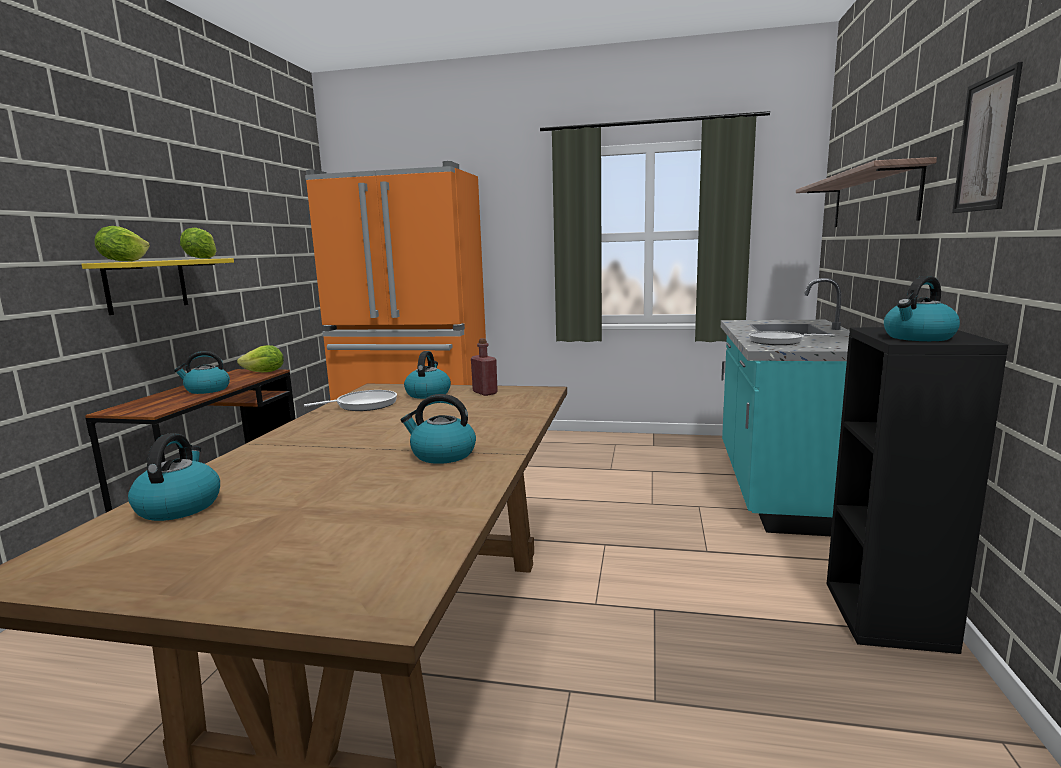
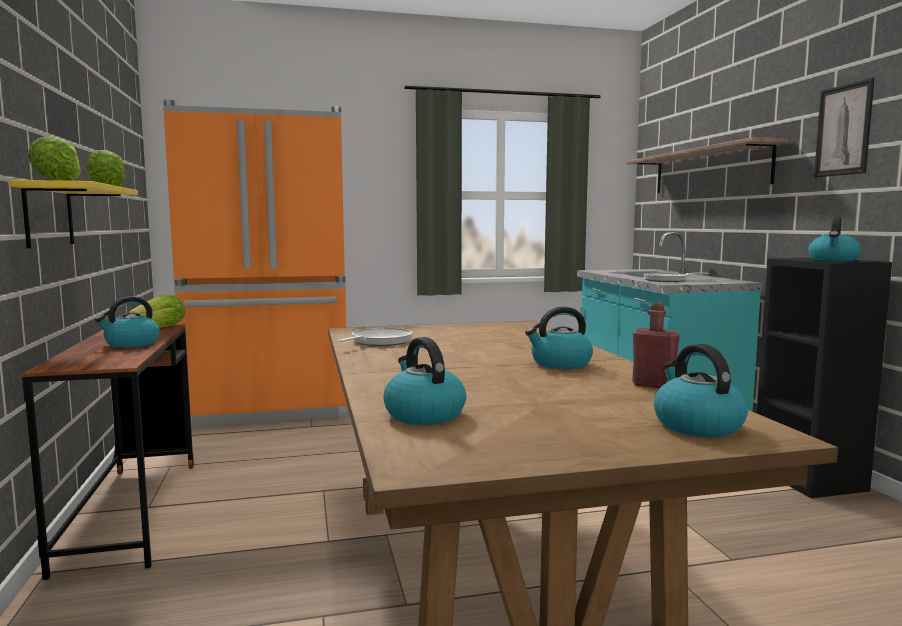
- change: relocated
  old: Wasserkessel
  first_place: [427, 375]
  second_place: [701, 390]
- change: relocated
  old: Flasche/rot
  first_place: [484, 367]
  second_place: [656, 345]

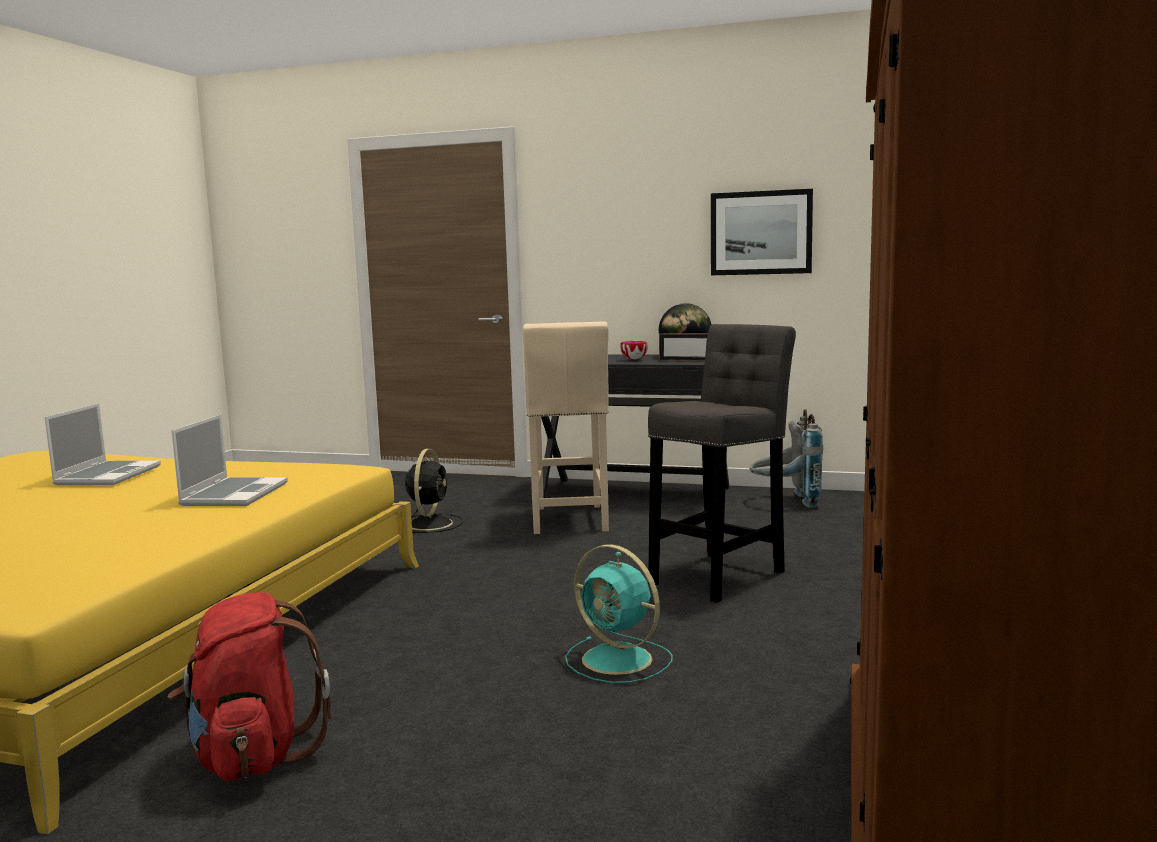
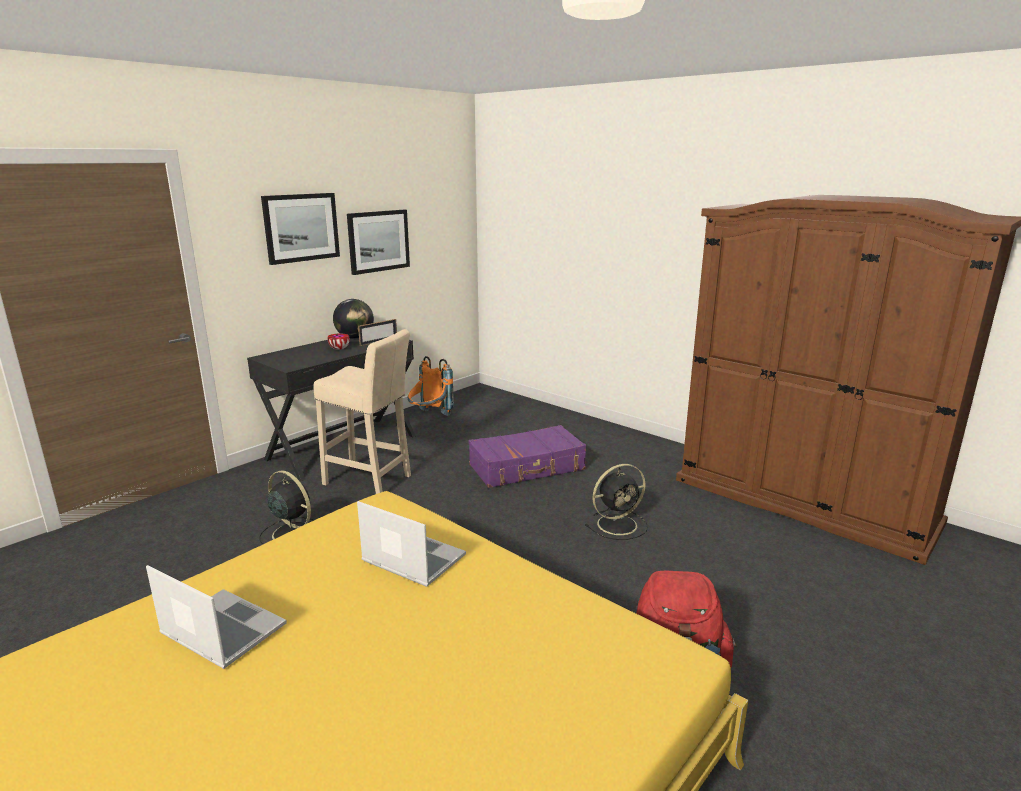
- change: colour
  old: Ventilator/türkis
  new: Ventilator/schwarz
  first_place: [619, 613]
  second_place: [616, 502]
- change: exchanged
  old: Hocker/grau
  new: Koffer/lila
  first_place: [722, 463]
  second_place: [527, 456]
- change: colour
  old: Rucksack/grau
  new: Rucksack/orange
  first_place: [786, 458]
  second_place: [431, 386]
- change: appeared
  new: Bild
  second_place: [300, 229]

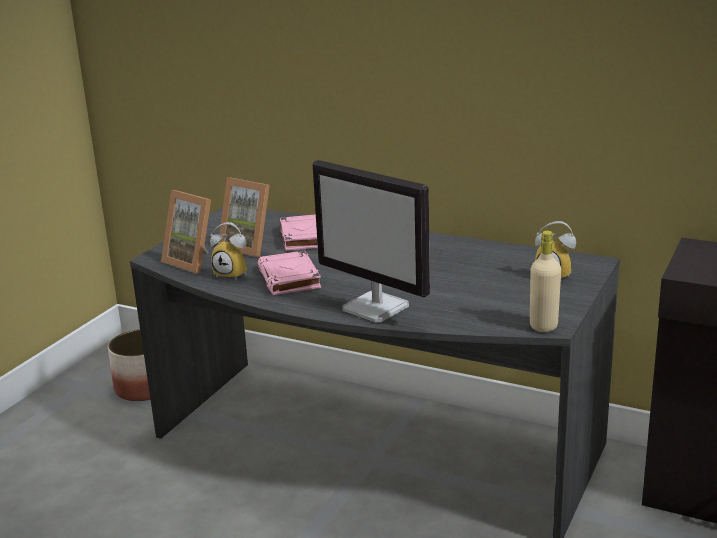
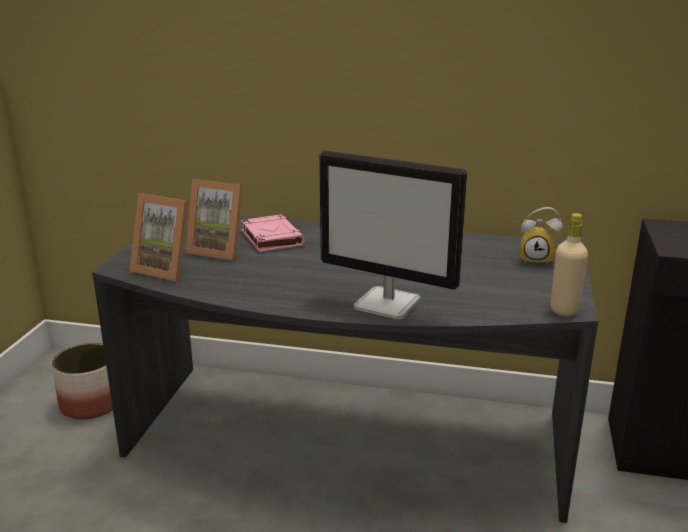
- change: missing
  old: Wecker
  first_place: [228, 251]
- change: missing
  old: Buch/rosa
  first_place: [289, 272]

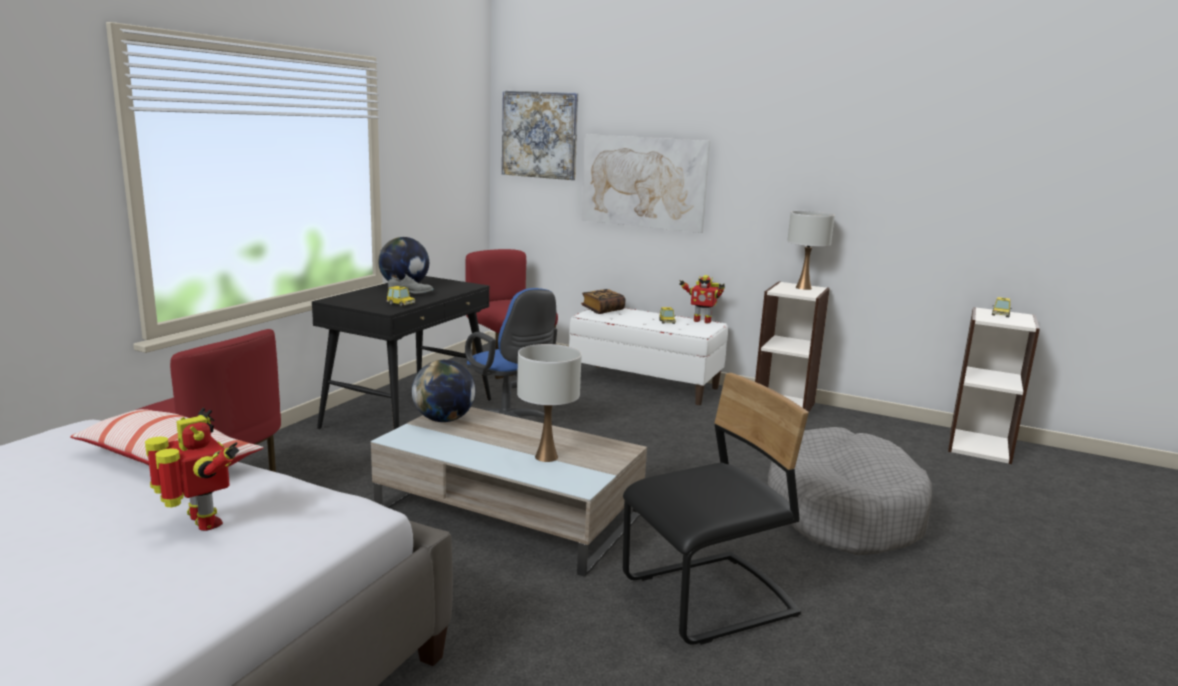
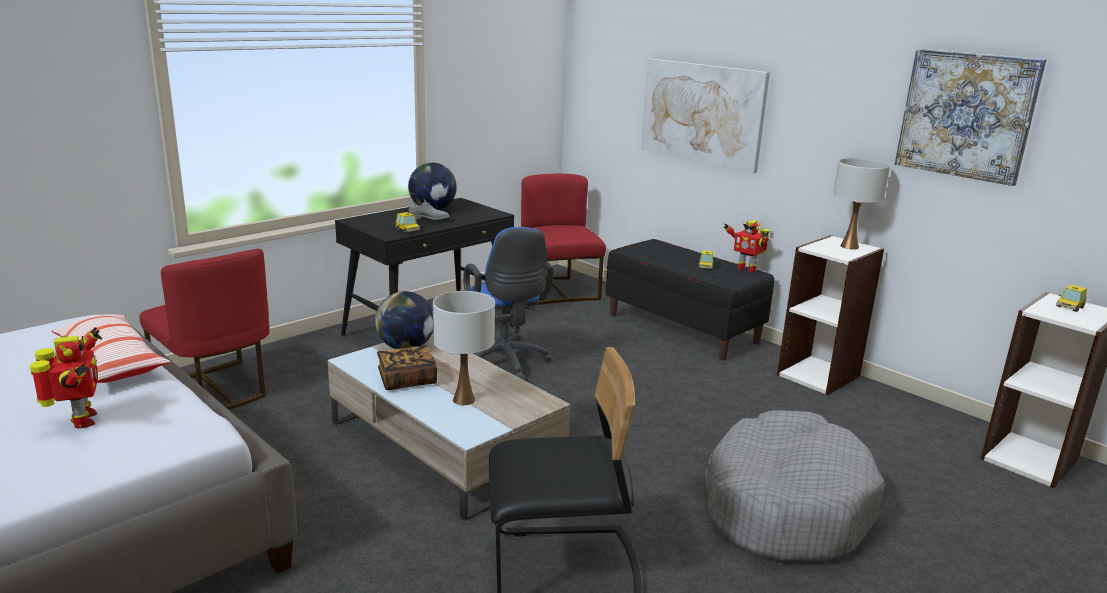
- change: relocated
  old: Bild
  first_place: [540, 135]
  second_place: [970, 117]
- change: colour
  old: Bank/weiß
  new: Bank/schwarz
  first_place: [648, 356]
  second_place: [690, 299]
- change: relocated
  old: Buch
  first_place: [603, 301]
  second_place: [407, 368]

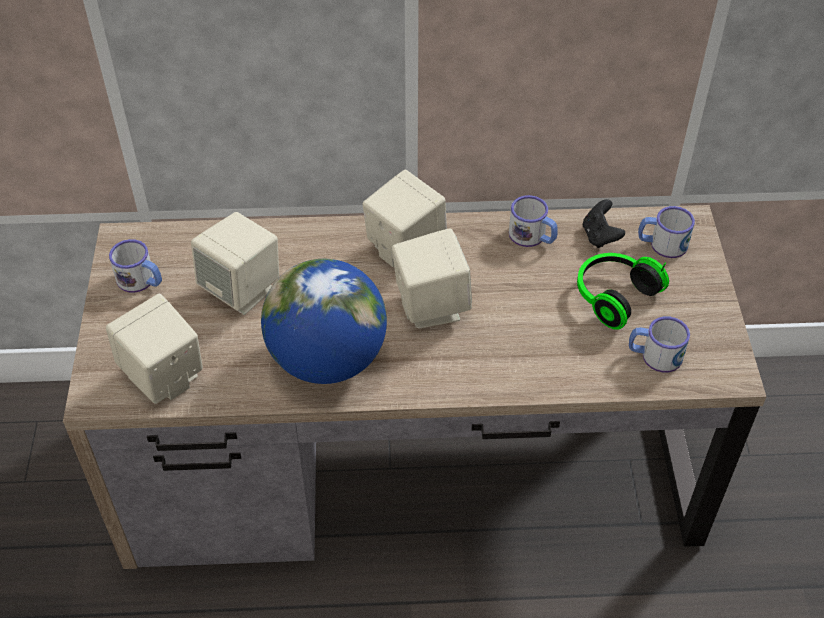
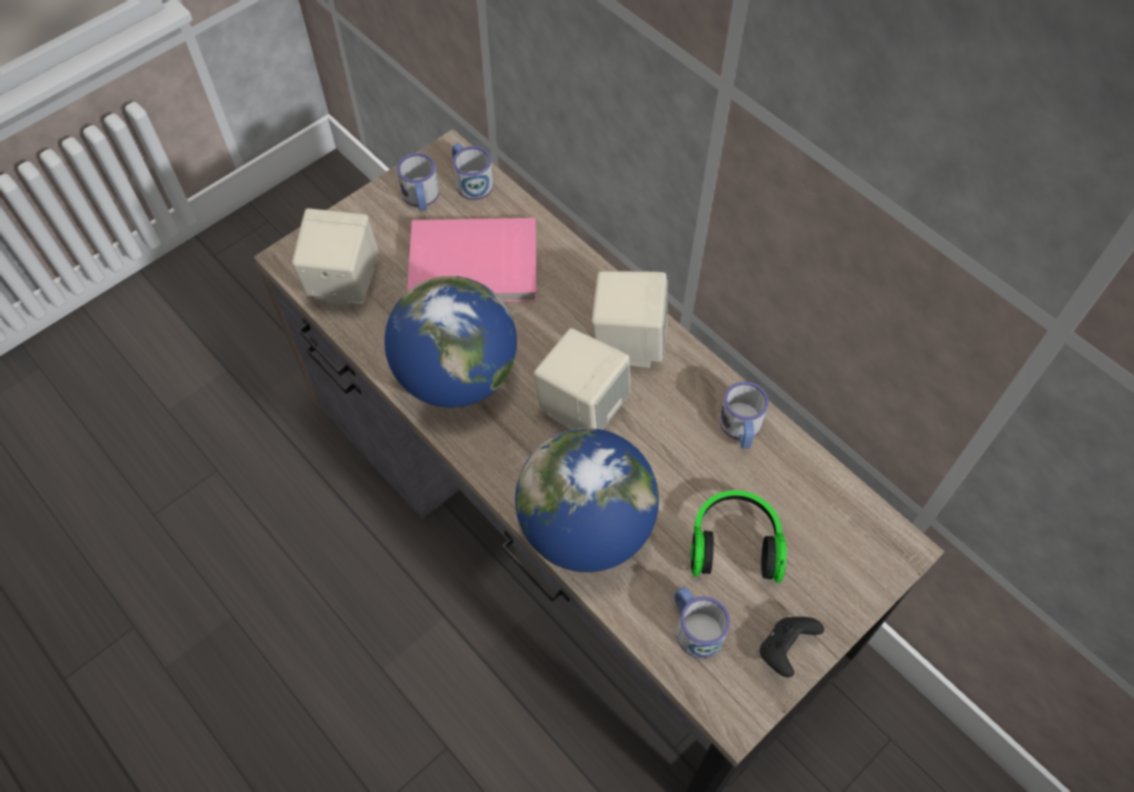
- change: exchanged
  old: Lautsprecher/beige
  new: Buch/rosa
  first_place: [235, 263]
  second_place: [472, 260]
- change: relocated
  old: Gamepad/schwarz
  first_place: [604, 223]
  second_place: [792, 647]
- change: relocated
  old: Henkelbecher
  first_place: [666, 232]
  second_place: [472, 171]
- change: appeared
  new: Globus
  second_place: [587, 500]

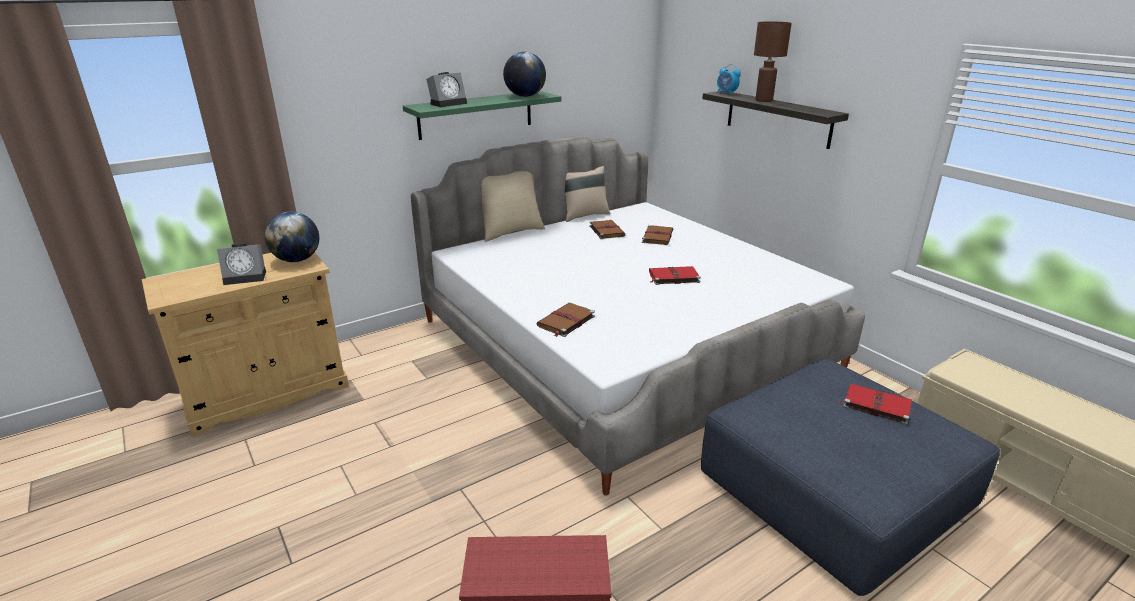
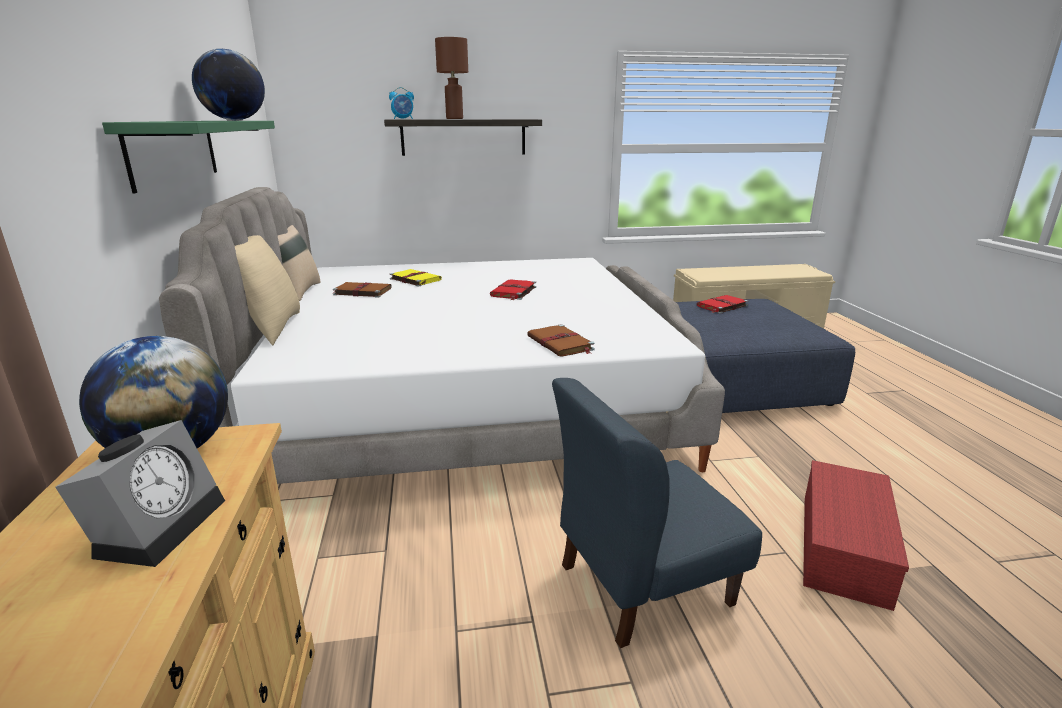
- change: missing
  old: Wecker
  first_place: [446, 89]
- change: colour
  old: Buch/braun
  new: Buch/gelb
  first_place: [657, 235]
  second_place: [416, 278]
- change: appeared
  new: Stuhl/blau
  second_place: [657, 513]

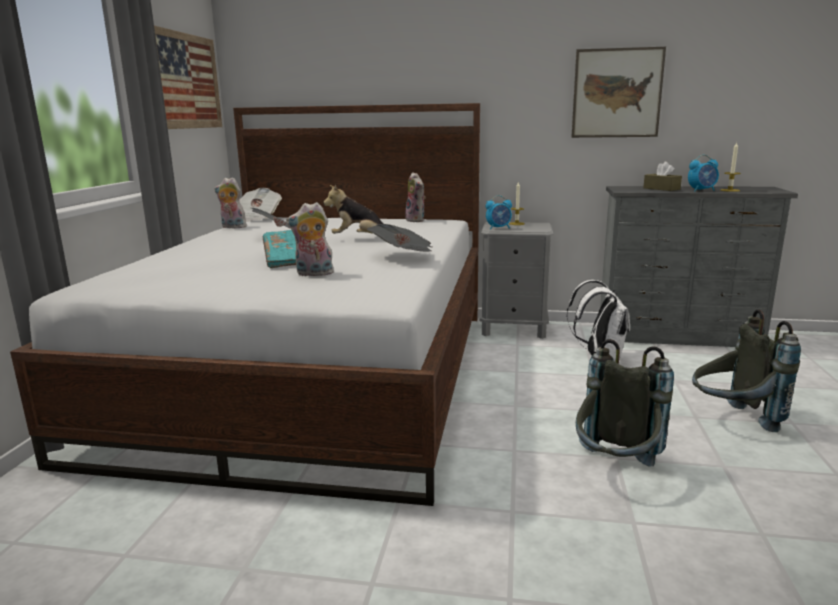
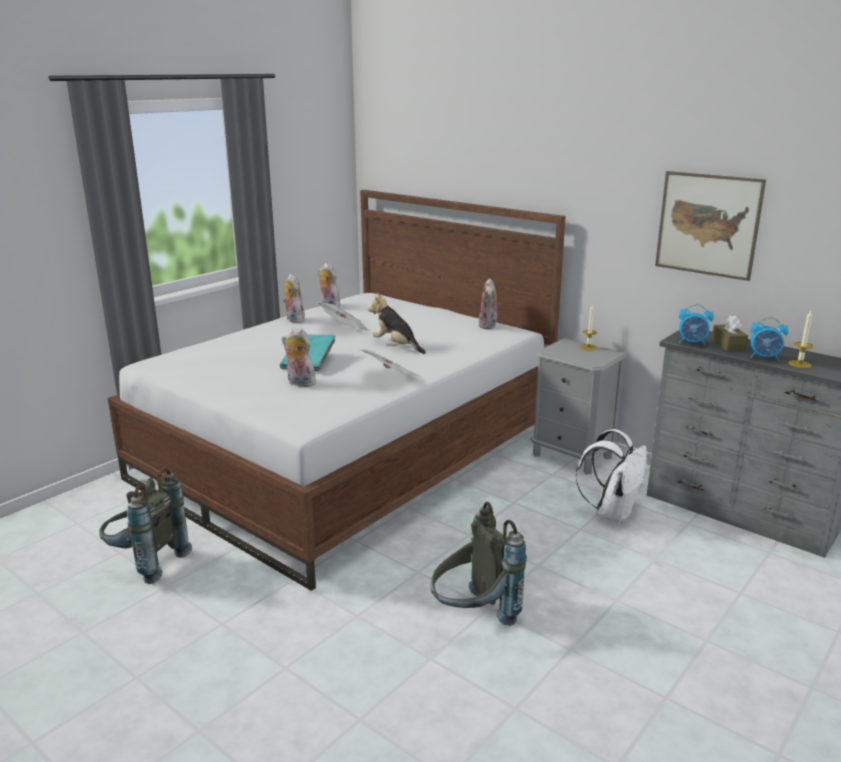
- change: missing
  old: Bild
  first_place: [188, 77]
- change: missing
  old: Zeitung
  first_place: [260, 205]
- change: relocated
  old: Wecker
  first_place: [499, 212]
  second_place: [696, 325]
- change: relocated
  old: Rucksack/grau
  first_place: [746, 371]
  second_place: [145, 526]
- change: appeared
  new: Plüschtier
  second_place: [293, 298]

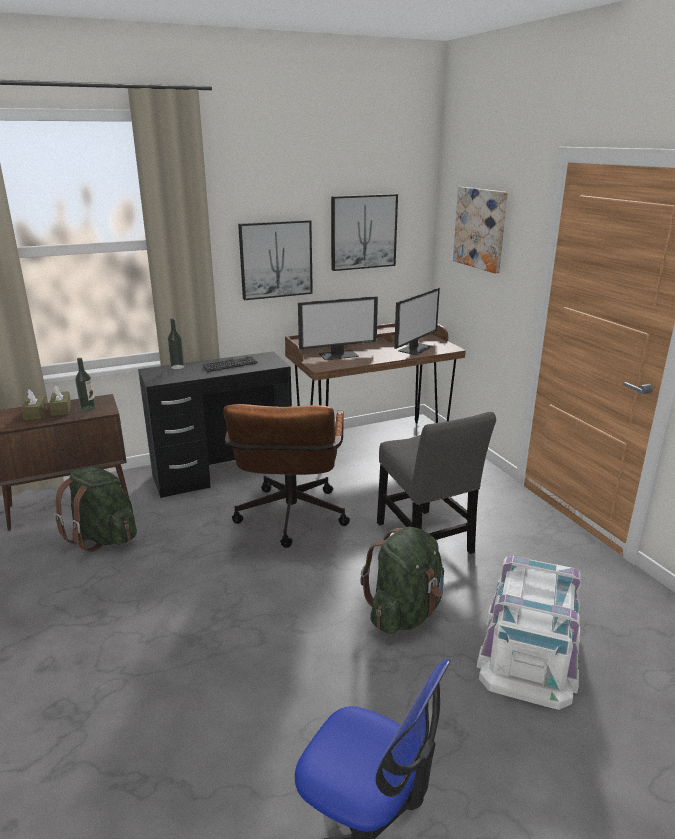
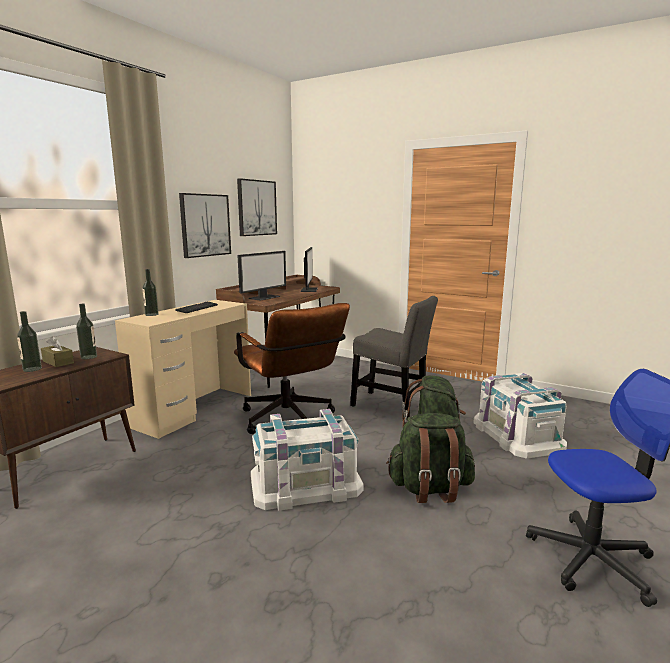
- change: exchanged
  old: Taschentuchbox/braun
  new: Flasche
  first_place: [34, 404]
  second_place: [29, 341]
- change: relocated
  old: Rucksack/grün
  first_place: [95, 509]
  second_place: [430, 458]
- change: colour
  old: Schreibtisch/schwarz
  new: Schreibtisch/beige
  first_place: [215, 424]
  second_place: [183, 369]
- change: missing
  old: Bild
  first_place: [480, 230]
- change: appeared
  new: Aufbewahrungsbox/weiß
  second_place: [307, 460]

